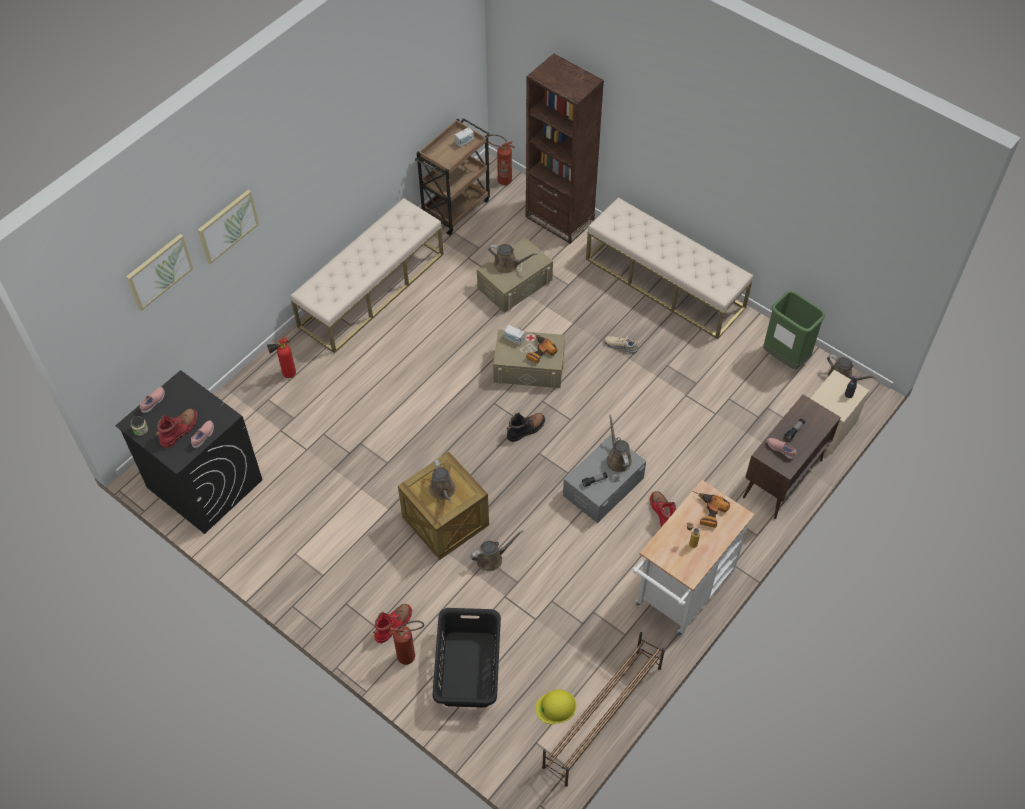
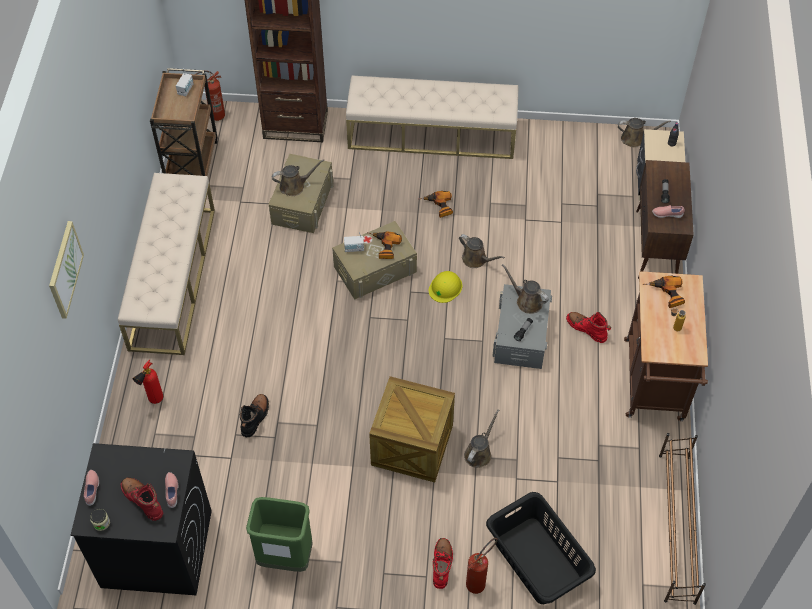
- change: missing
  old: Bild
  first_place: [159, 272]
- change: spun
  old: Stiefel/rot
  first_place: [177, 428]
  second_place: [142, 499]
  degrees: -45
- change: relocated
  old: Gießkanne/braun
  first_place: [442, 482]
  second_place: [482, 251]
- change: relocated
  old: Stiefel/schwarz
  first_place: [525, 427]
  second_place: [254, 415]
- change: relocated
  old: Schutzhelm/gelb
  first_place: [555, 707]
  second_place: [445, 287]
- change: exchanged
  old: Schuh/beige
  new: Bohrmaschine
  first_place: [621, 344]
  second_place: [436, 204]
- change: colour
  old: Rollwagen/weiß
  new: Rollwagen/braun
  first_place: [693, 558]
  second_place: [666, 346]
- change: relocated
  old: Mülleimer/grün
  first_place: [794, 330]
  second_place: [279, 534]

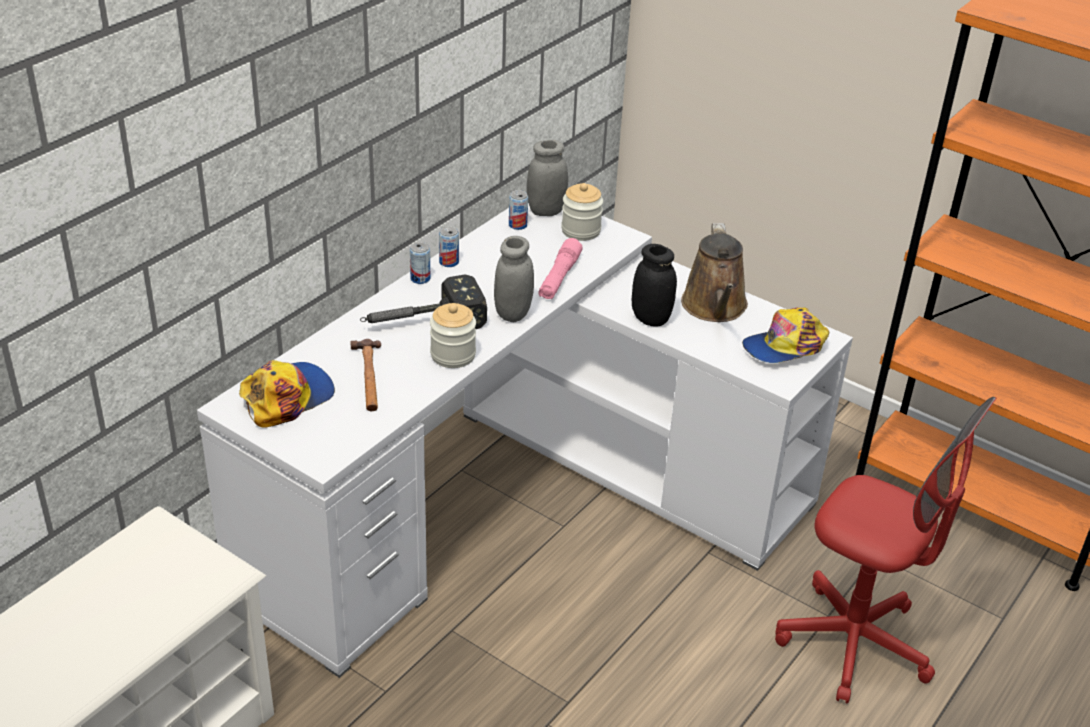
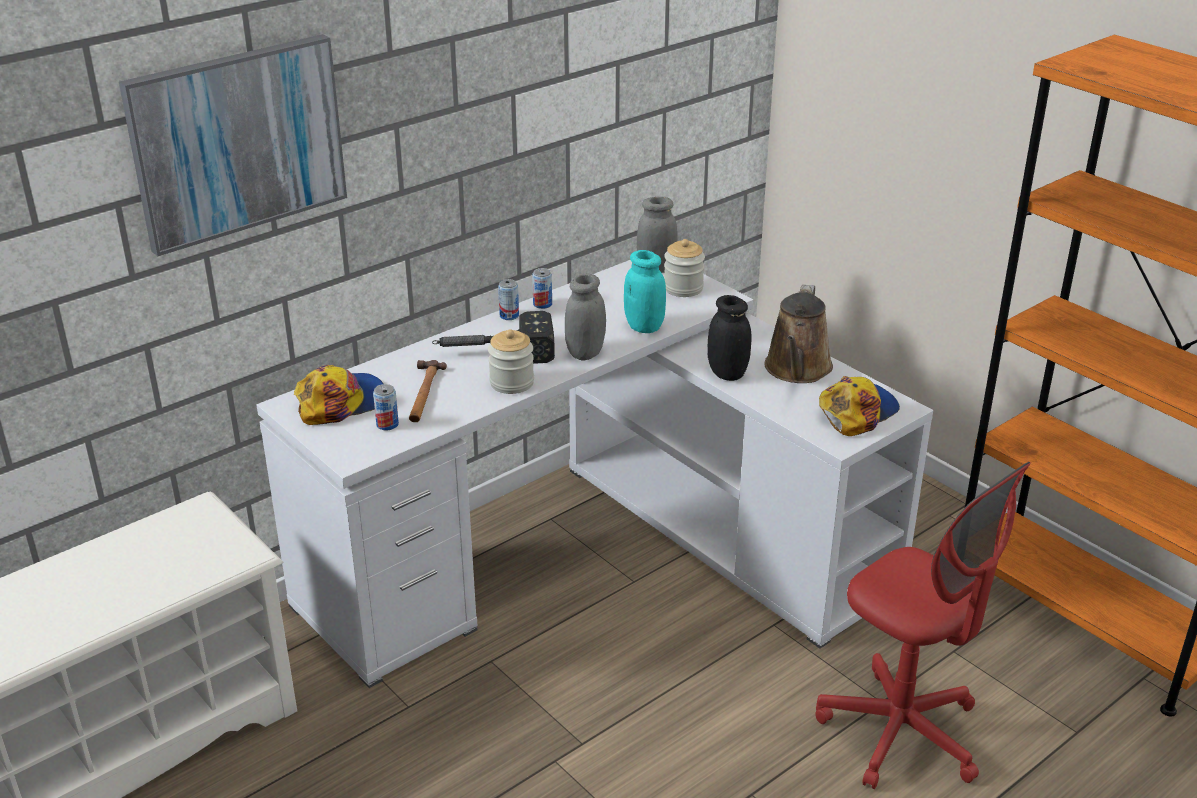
- change: relocated
  old: Dose
  first_place: [518, 210]
  second_place: [386, 407]
- change: exchanged
  old: Taschenlampe/rosa
  new: Vorratsglas/türkis
  first_place: [560, 268]
  second_place: [645, 291]
- change: spun
  old: Kappe
  first_place: [785, 335]
  second_place: [859, 406]
  degrees: 150
- change: appeared
  new: Bild
  second_place: [233, 145]

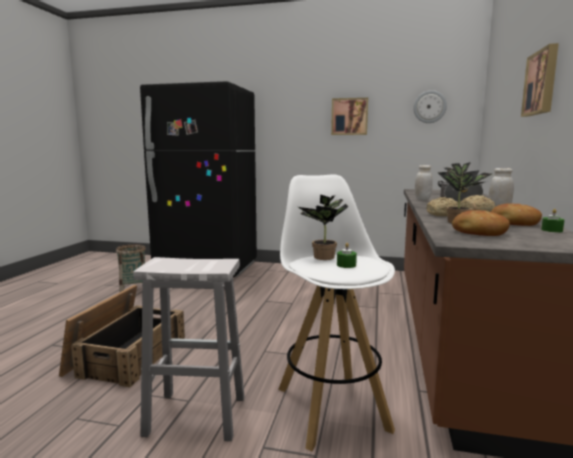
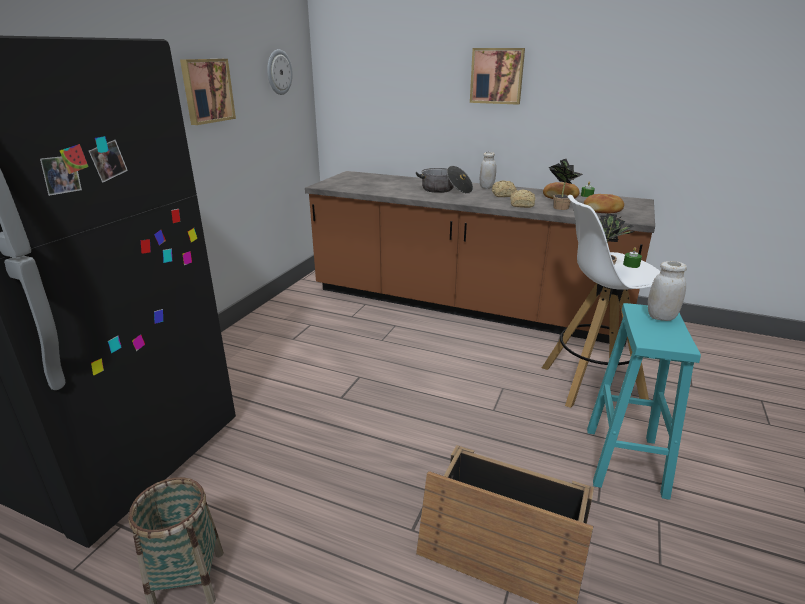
- change: colour
  old: Hocker/weiß
  new: Hocker/türkis
  first_place: [189, 349]
  second_place: [644, 401]
- change: relocated
  old: Vorratsglas/weiß
  first_place: [423, 182]
  second_place: [667, 291]

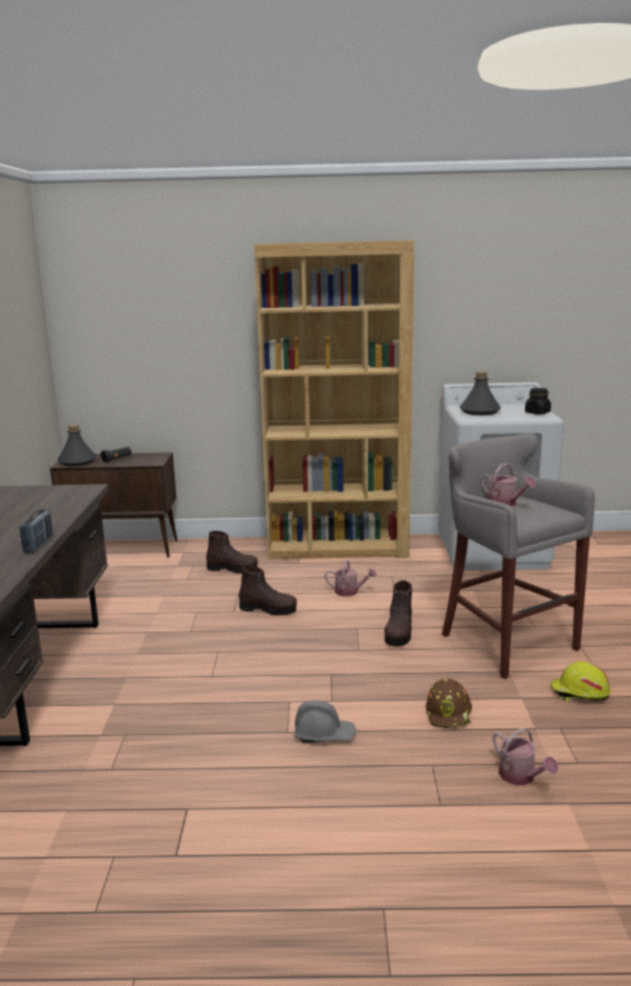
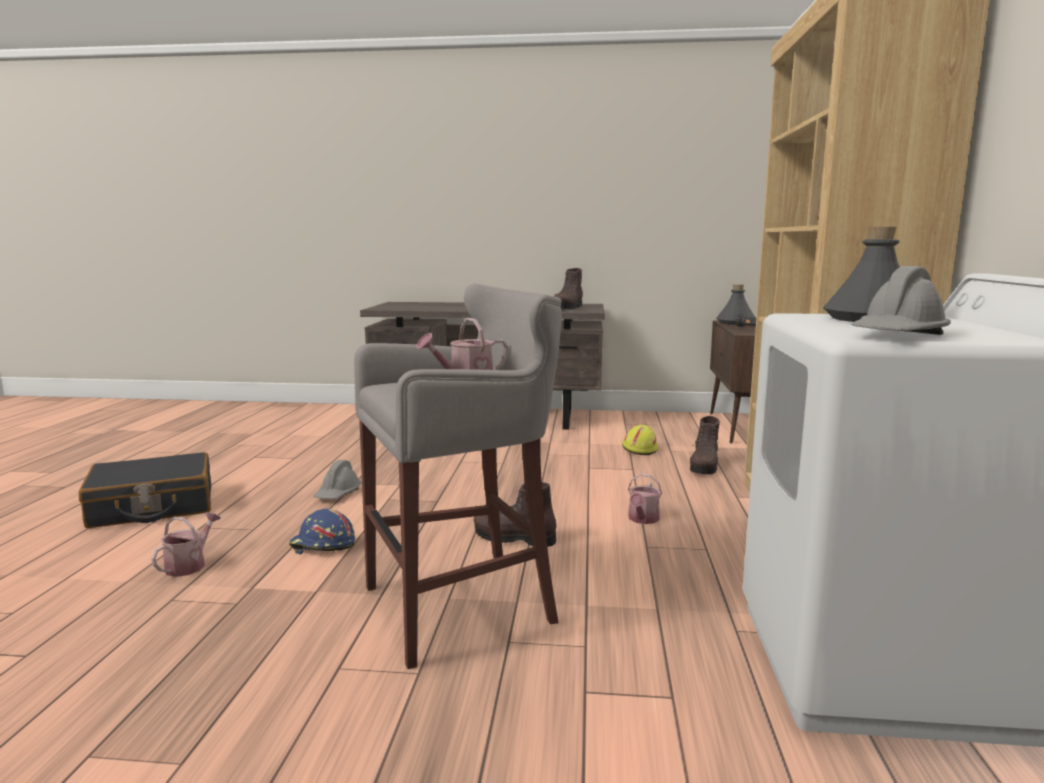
- change: missing
  old: Radio
  first_place: [36, 531]
- change: relocated
  old: Stiefel/braun
  first_place: [268, 591]
  second_place: [568, 288]
- change: colour
  old: Schutzhelm/braun
  new: Schutzhelm/blau
  first_place: [449, 703]
  second_place: [322, 531]
- change: spun
  old: Gießkanne
  first_place: [525, 756]
  second_place: [186, 544]
  degrees: 135
- change: exchanged
  old: Vorratsglas/schwarz
  new: Schutzhelm/grau
  first_place: [538, 401]
  second_place: [901, 300]
- change: relocated
  old: Schutzhelm/gelb
  first_place: [581, 681]
  second_place: [640, 440]
- change: appeared
  new: Koffer/schwarz
  second_place: [145, 490]

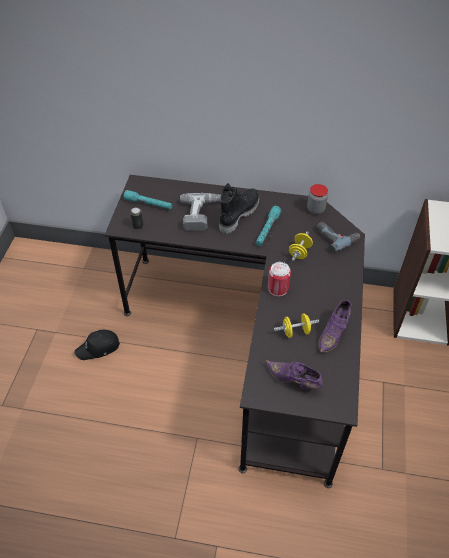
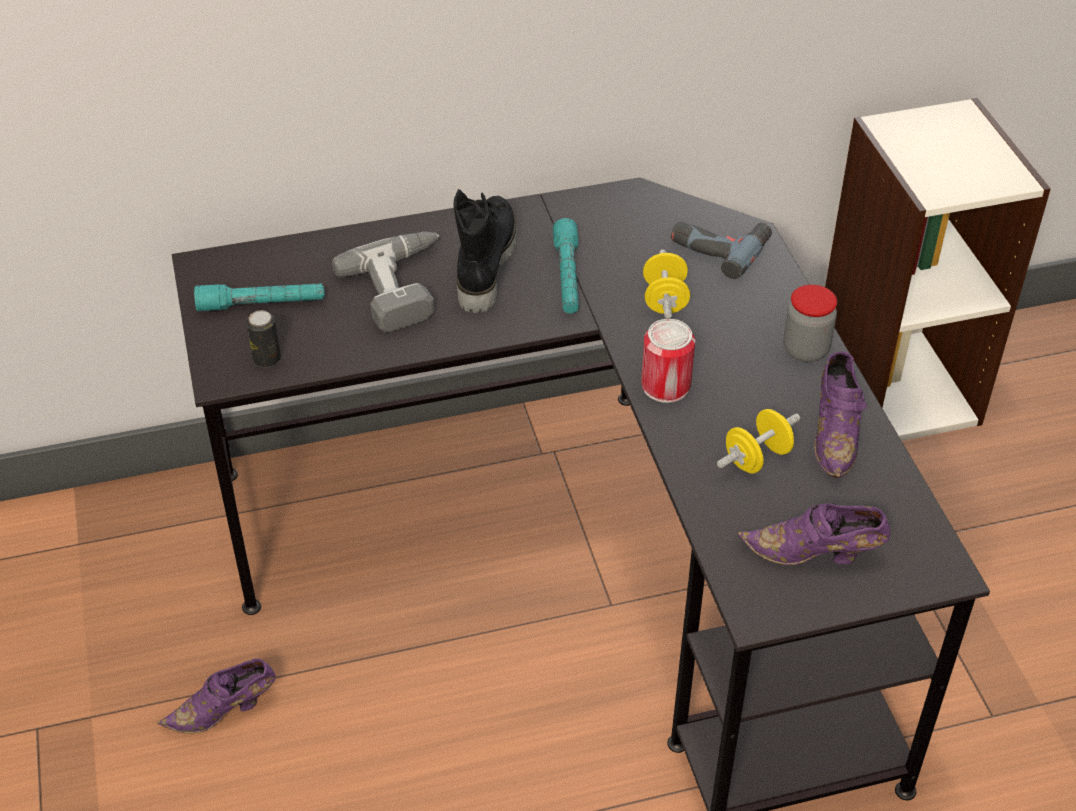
- change: exchanged
  old: Kappe/schwarz
  new: Schuh/lila
  first_place: [97, 345]
  second_place: [217, 695]
- change: relocated
  old: Vorratsglas
  first_place: [317, 199]
  second_place: [810, 323]

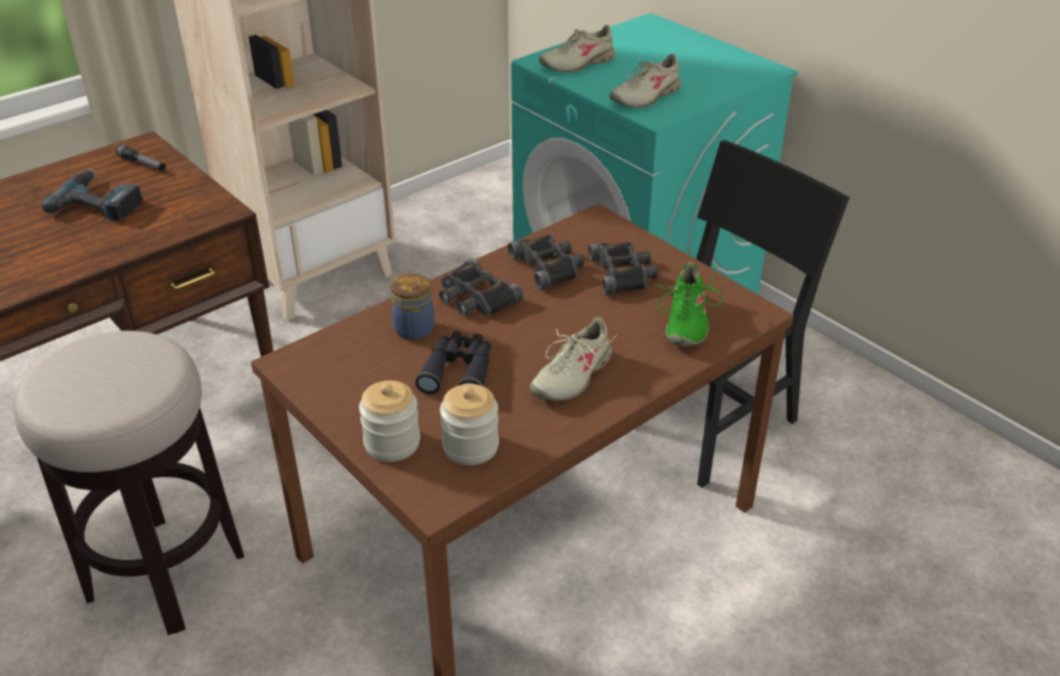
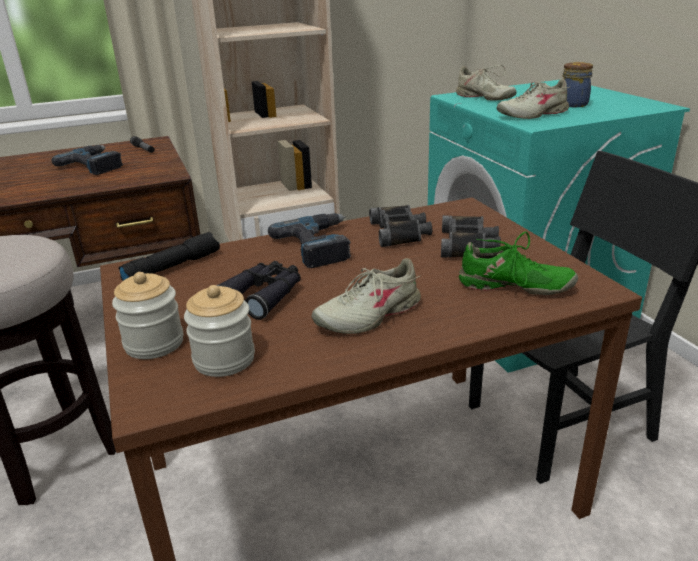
- change: relocated
  old: Vorratsglas
  first_place: [412, 306]
  second_place: [577, 84]
- change: exchanged
  old: Fernglas/schwarz
  new: Bohrmaschine
  first_place: [481, 287]
  second_place: [309, 240]
- change: spun
  old: Schuh/beige
  first_place: [577, 48]
  second_place: [486, 83]
  degrees: -120
- change: spun
  old: Schuh/grün
  first_place: [688, 304]
  second_place: [518, 263]
  degrees: -105
- change: appeared
  new: Taschenlampe/schwarz
  second_place: [169, 256]

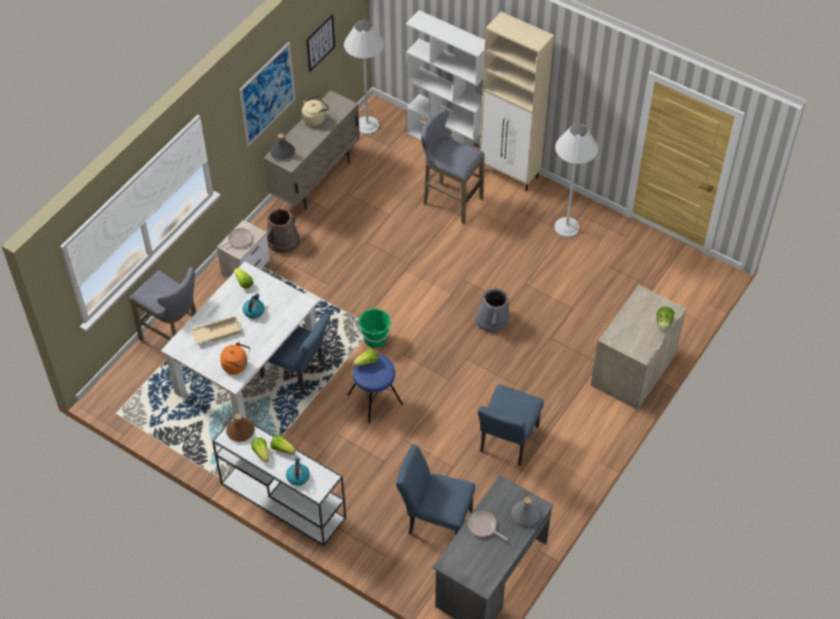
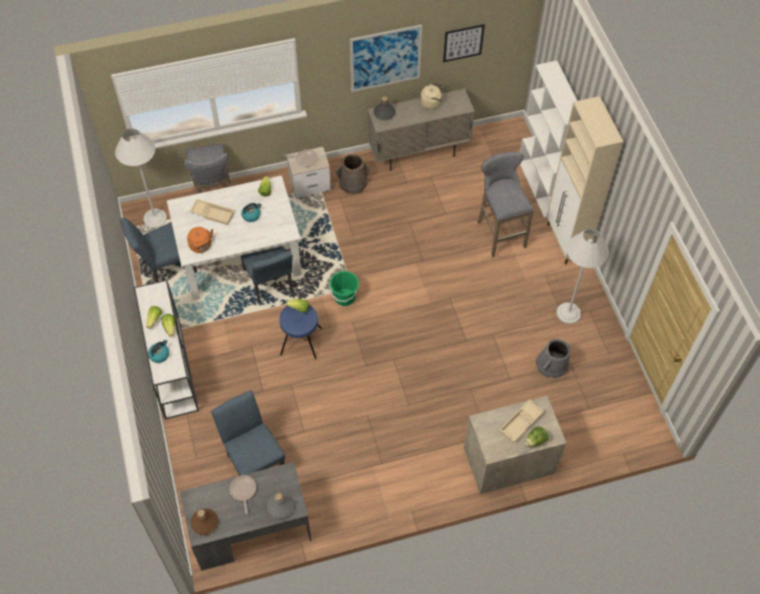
- change: relocated
  old: Flasche/braun
  first_place: [240, 427]
  second_place: [204, 521]
- change: relocated
  old: Stehlampe/weiß
  first_place: [364, 77]
  second_place: [141, 178]
- change: relocated
  old: Eimer/grau
  first_place: [492, 310]
  second_place: [553, 358]
- change: relocated
  old: Stuhl/blau
  first_place: [511, 425]
  second_place: [158, 250]
- change: appeared
  new: Tablett/beige
  second_place: [521, 421]

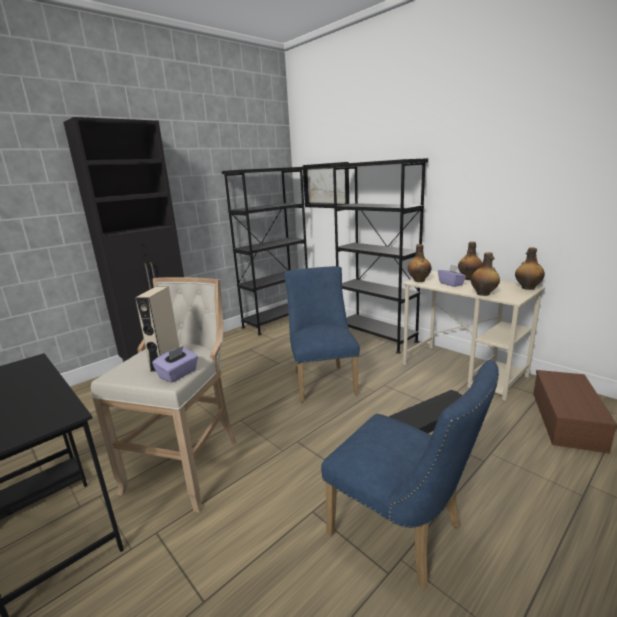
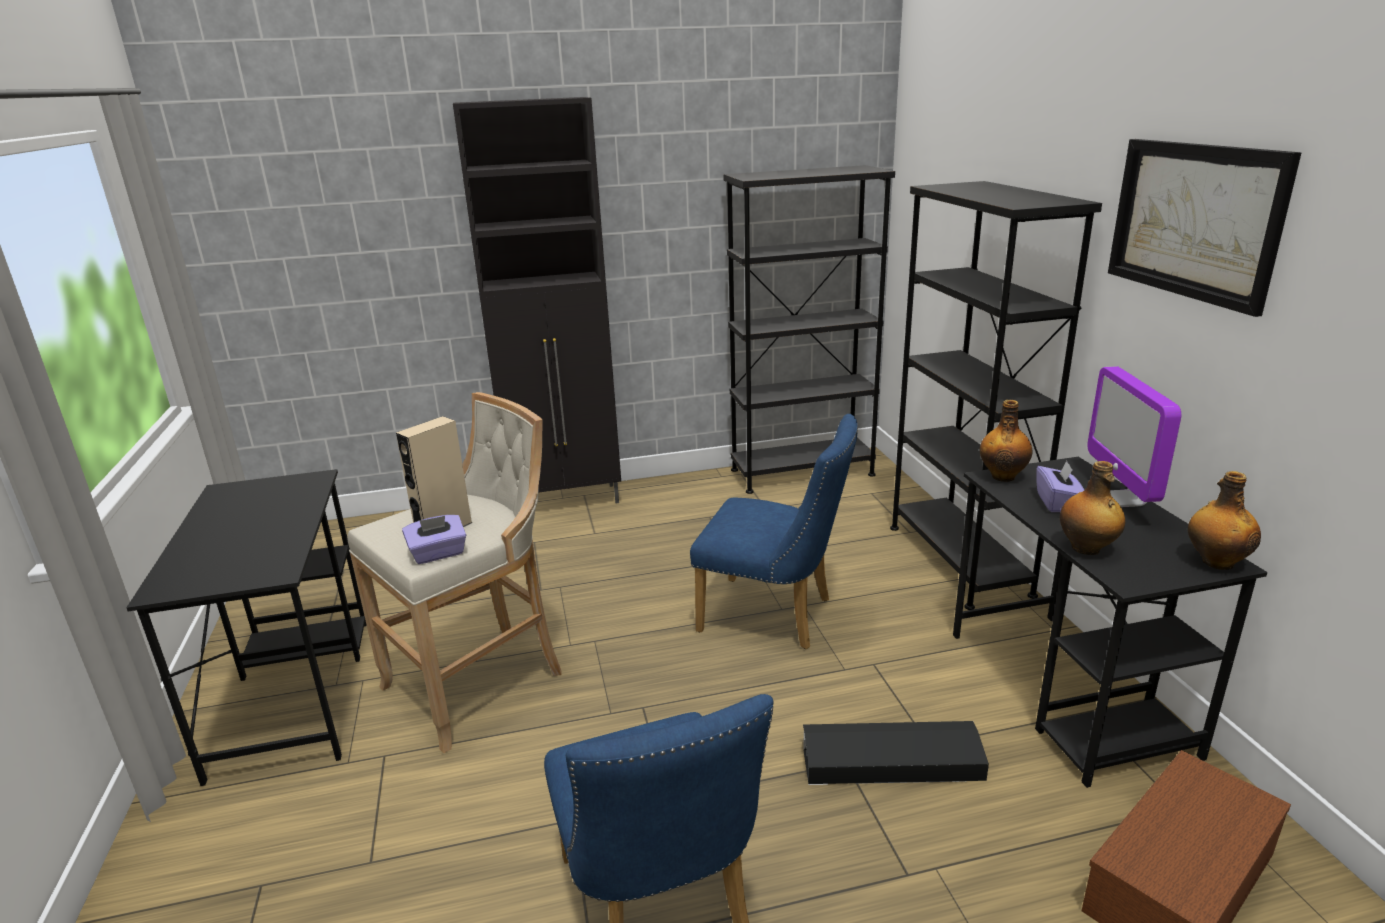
- change: spun
  old: Stuhl/blau
  first_place: [322, 334]
  second_place: [774, 531]
  degrees: 90
- change: relocated
  old: Bild
  first_place: [326, 185]
  second_place: [1204, 228]
- change: colour
  old: Schreibtisch/beige
  new: Schreibtisch/schwarz
  first_place: [474, 336]
  second_place: [1110, 622]
- change: exchanged
  old: Flasche
  new: Monitor
  first_place: [470, 261]
  second_place: [1134, 436]

